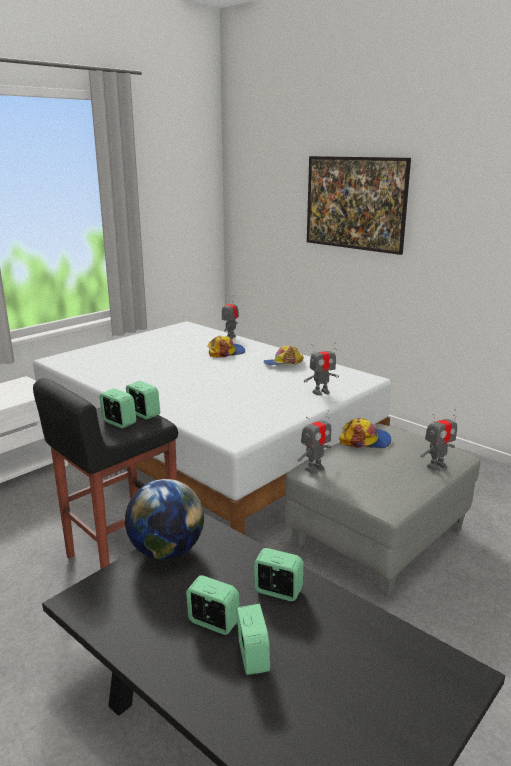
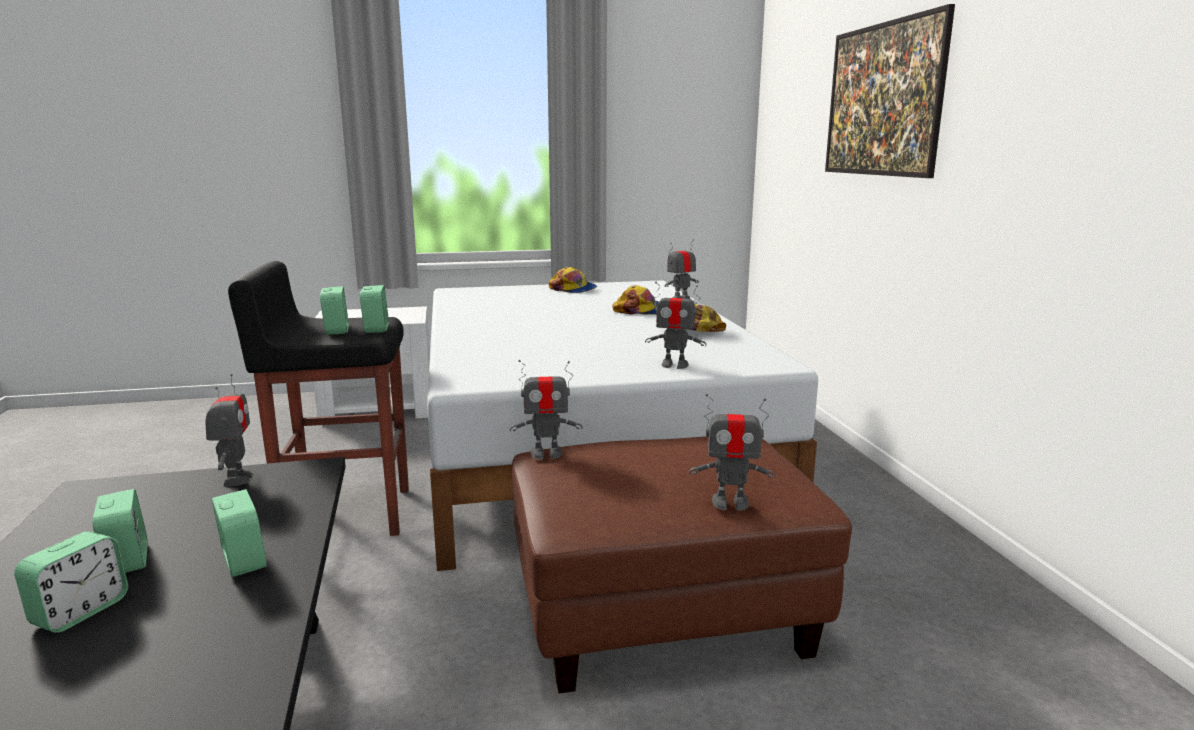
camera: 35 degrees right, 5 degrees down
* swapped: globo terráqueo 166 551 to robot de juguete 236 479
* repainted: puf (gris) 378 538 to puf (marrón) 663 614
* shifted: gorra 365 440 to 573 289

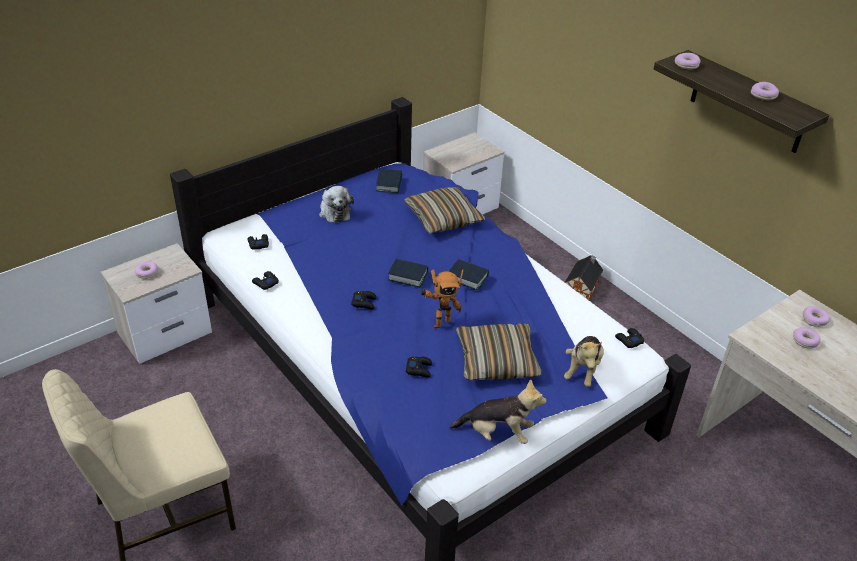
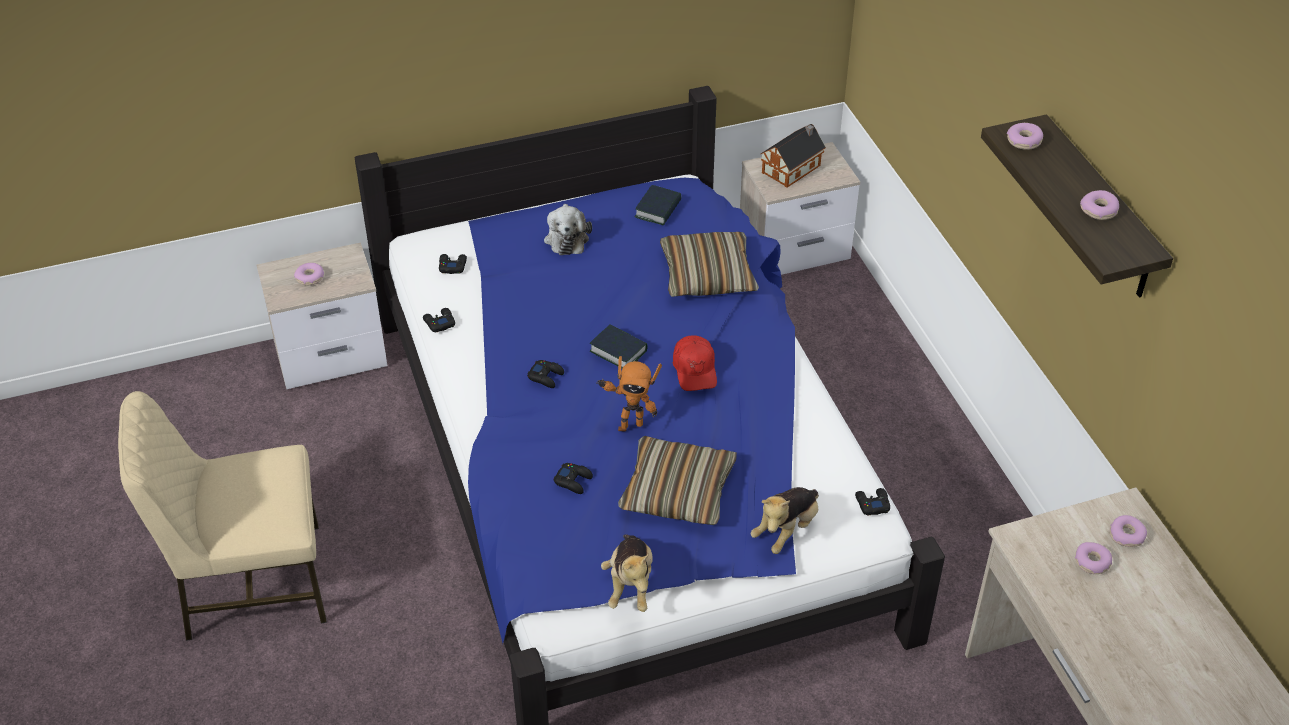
camera: 20 degrees right, 5 degrees up
* rotated: peluche 497 433 = 630 585 60 degrees clockwise
* swapped: libro 467 277 to gorra (rojo) 695 370
* shifted: casita 582 288 to 793 168

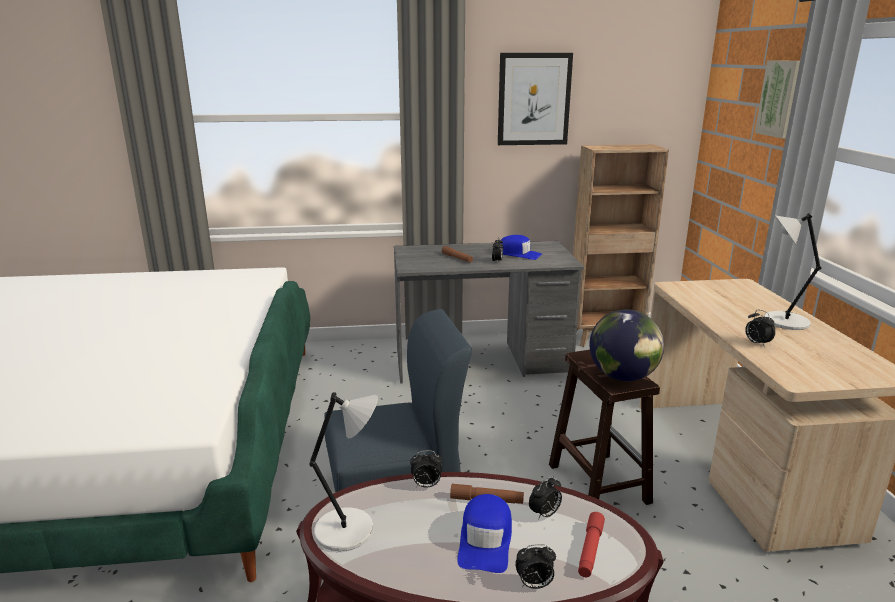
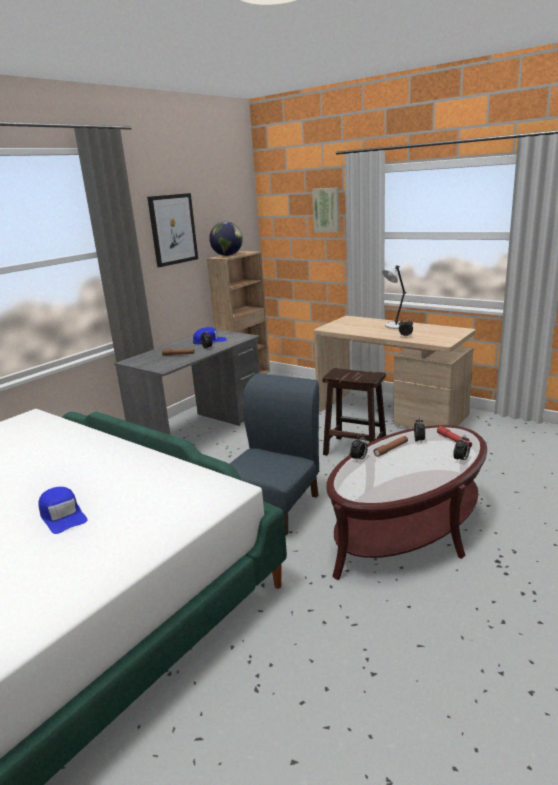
camera: 45 degrees left, 0 degrees up
* shifted: gorra (azul) 485 540 to 62 515
* shifted: globo terráqueo 623 377 to 227 255
* gone: lámpara de mesa (gris) 348 530

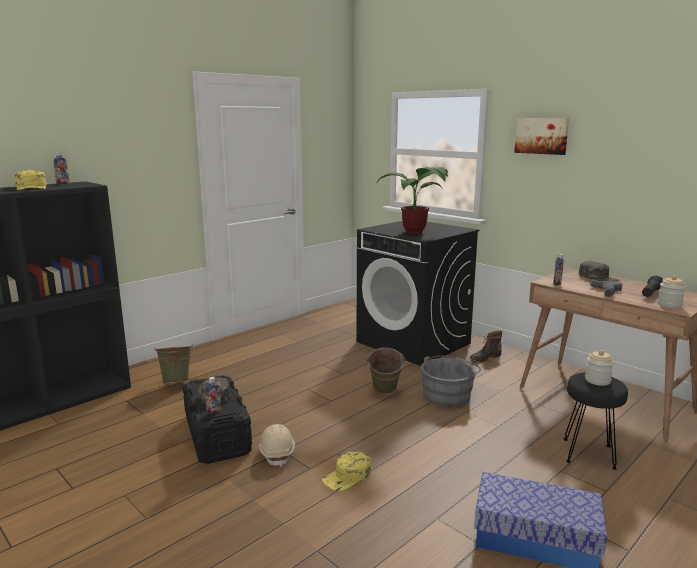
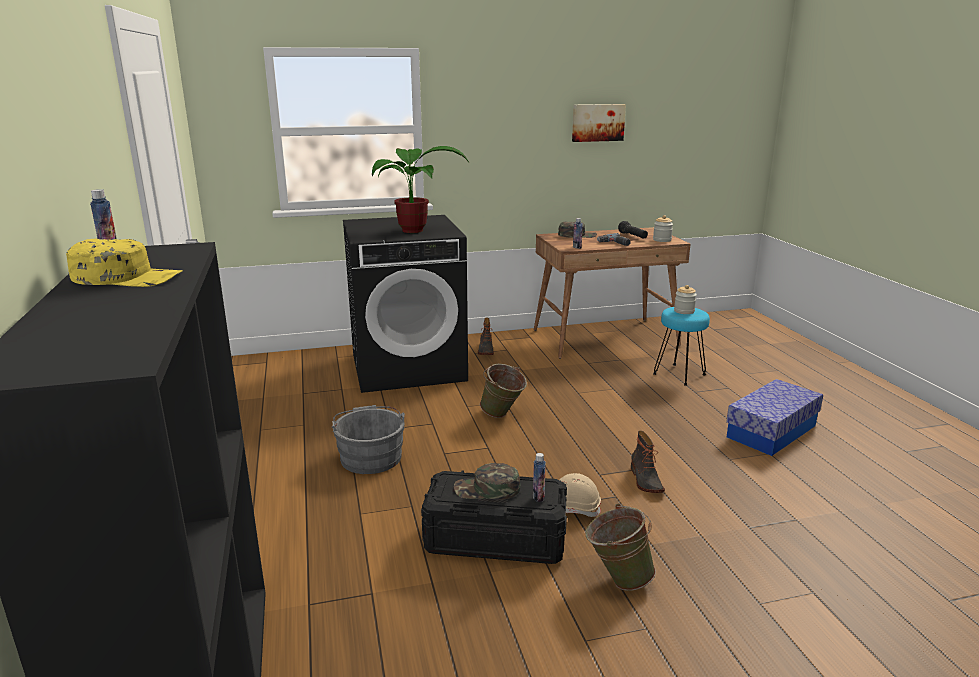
camera: 60 degrees left, 5 degrees up
* shifted: cubo (gris) 448 395 to 370 456
* shifted: cuadro 542 135 to 597 122
* shifted: cubo (verde) 176 382 to 617 579
* swapped: gorra (amarillo) 347 477 to bota 645 480
* repainted: taburete (negro) 587 453 to taburete (turquesa) 679 375

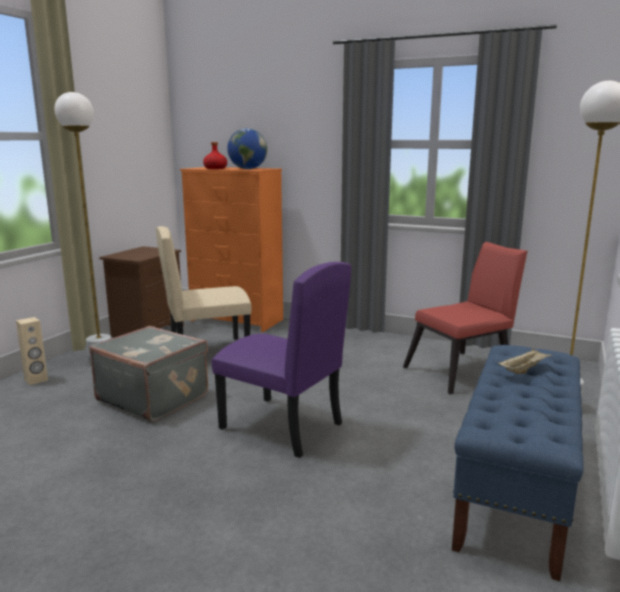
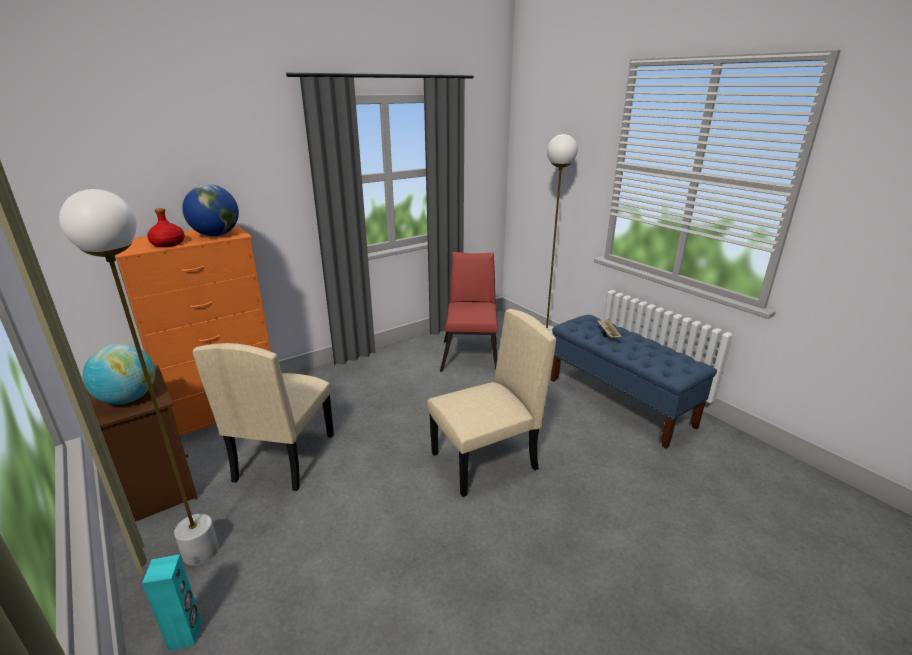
camera: 60 degrees left, 10 degrees up
* new: globo terráqueo 128 399
* repainted: altavoz (beis) 36 380 to altavoz (turquesa) 186 634
* repainted: silla (morado) 280 426 to silla (beis) 484 462
* gone: maleta (gris) 154 397

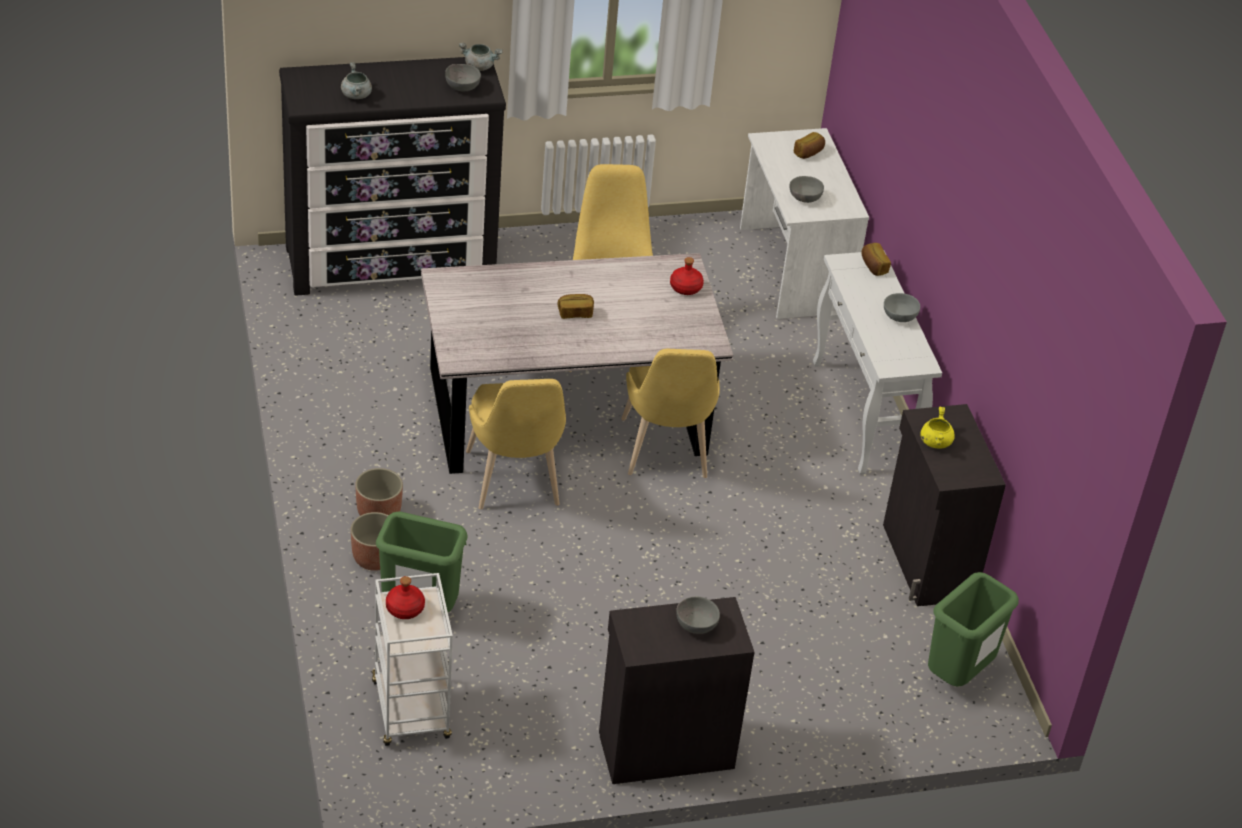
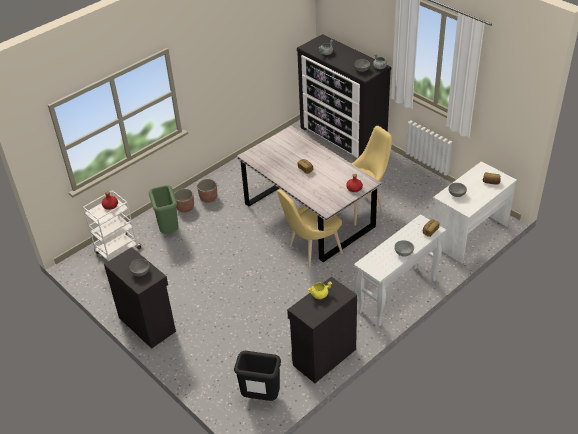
camera: 65 degrees right, 0 degrees up
* repainted: papelera (verde) 958 676 to papelera (negro) 260 397
* gone: silla (amarillo) 515 484

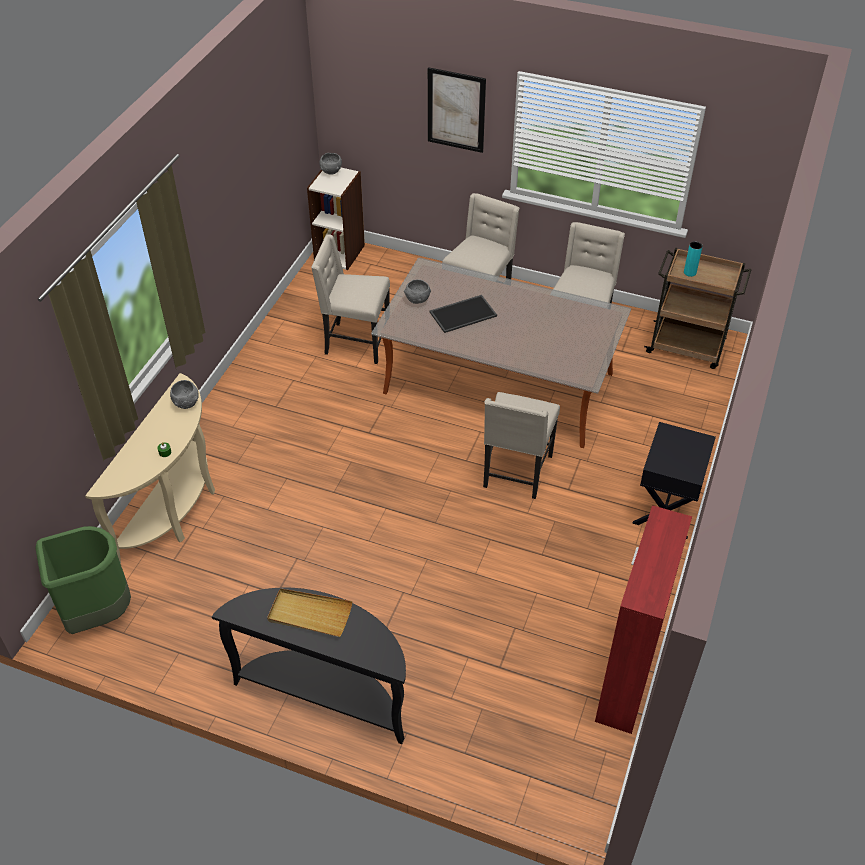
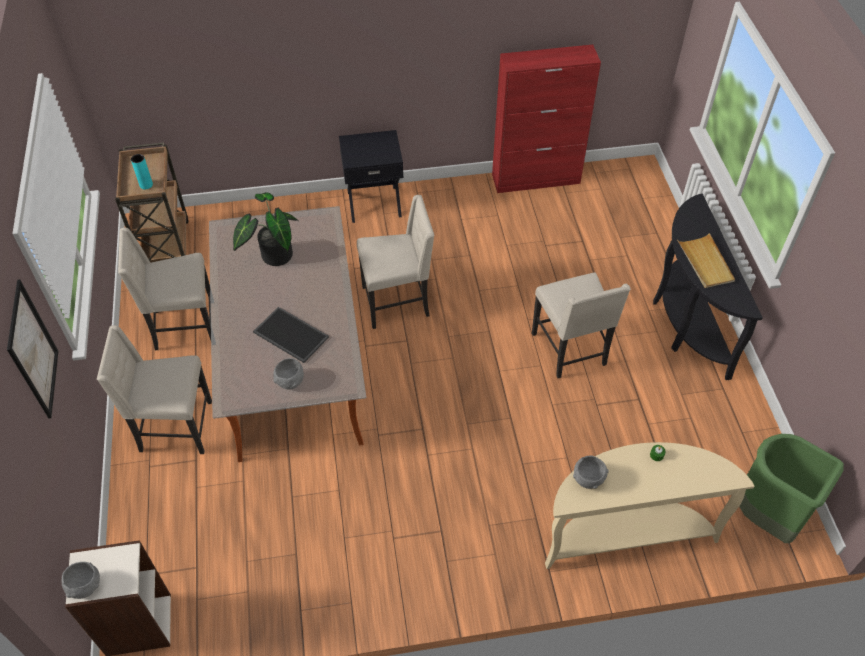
camera: 120 degrees left, 5 degrees up
* new: planta en maceta 273 255
* shifted: silla (beis) 355 342 to 571 350

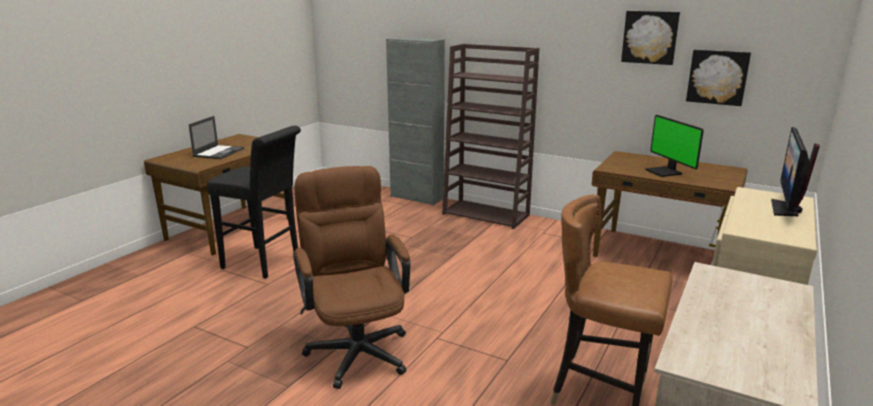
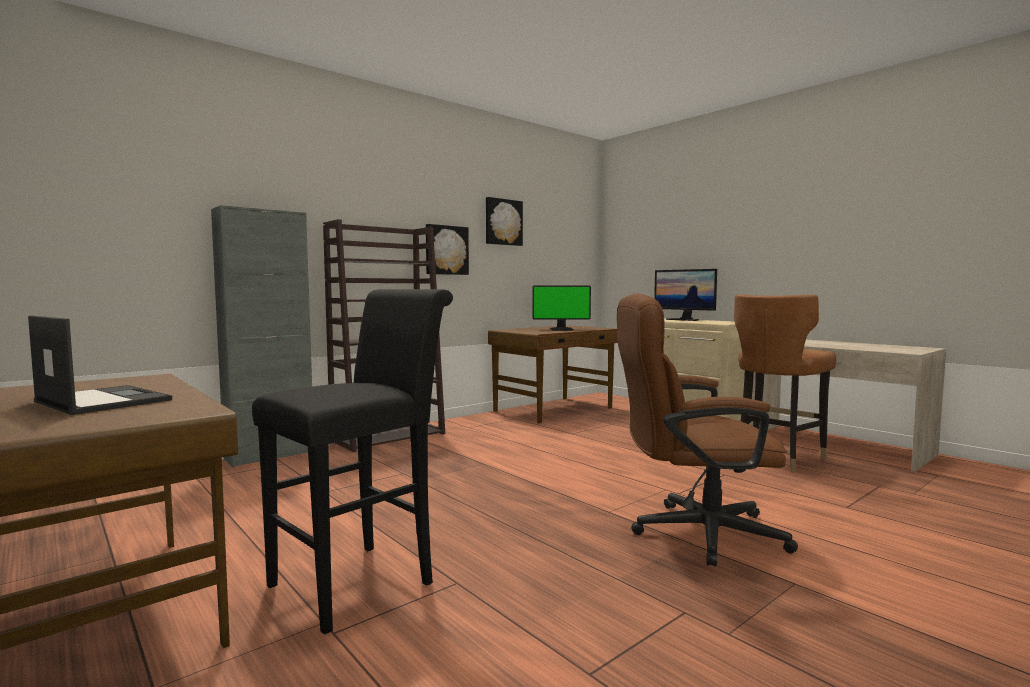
camera: 70 degrees left, 15 degrees down
* shifted: cuadro 717 77 to 446 250

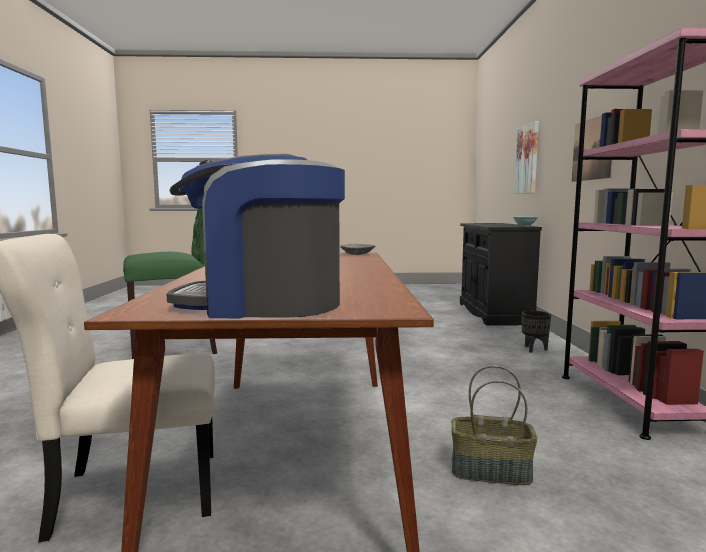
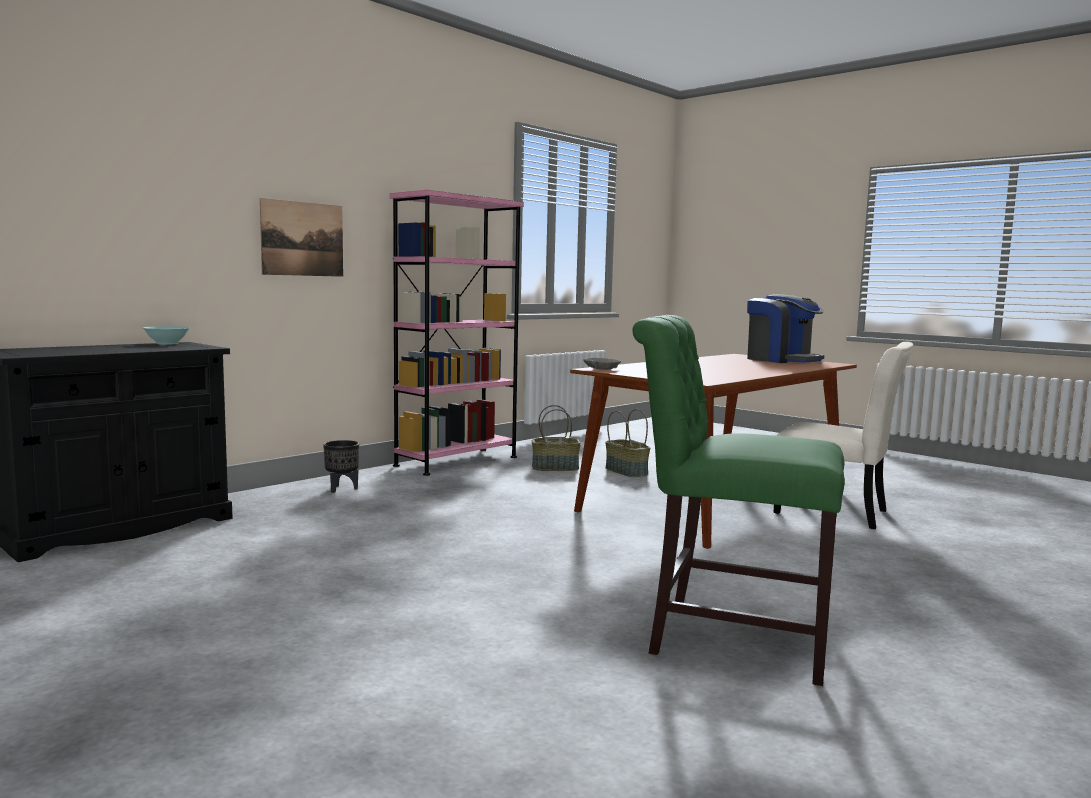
camera: 135 degrees left, 0 degrees up
* new: cesta 555 467
* gone: cuadro 527 159

